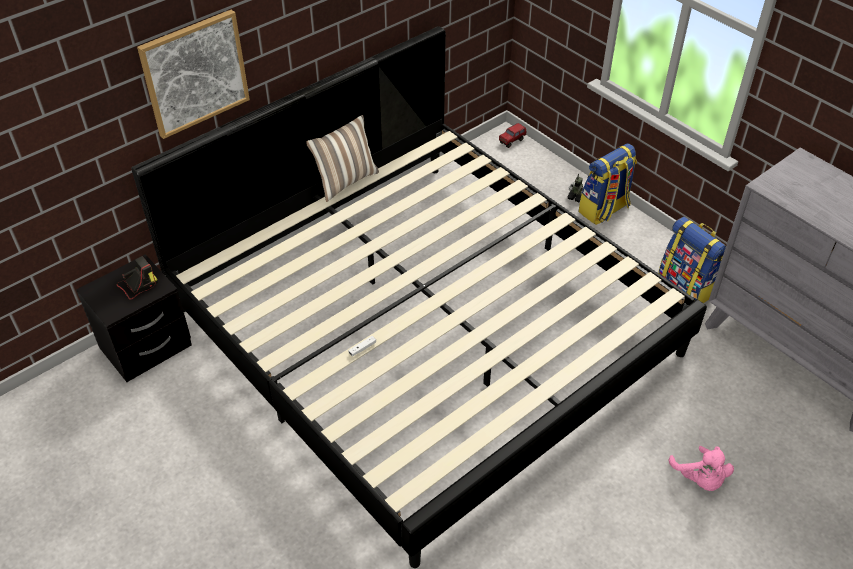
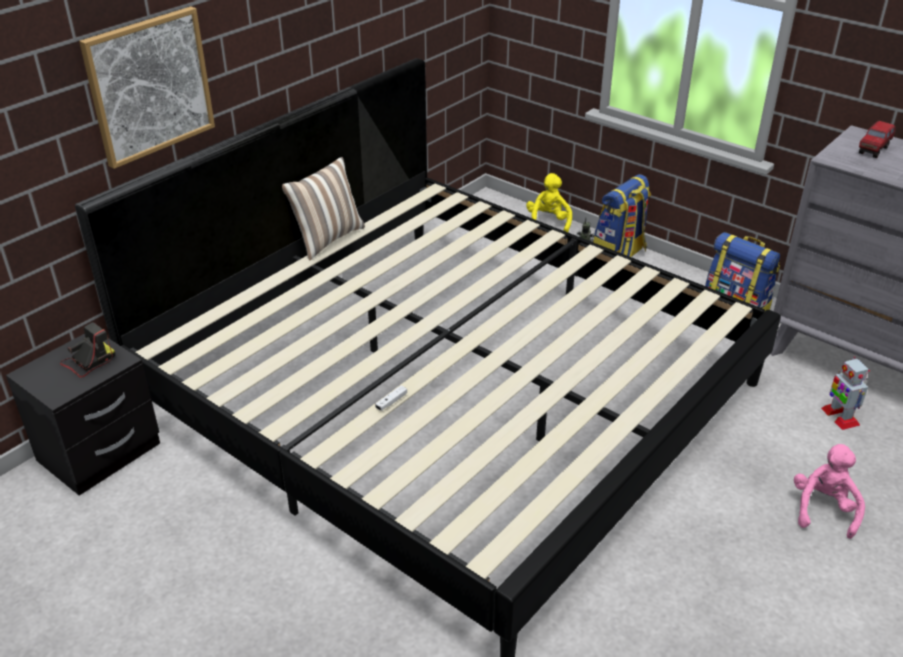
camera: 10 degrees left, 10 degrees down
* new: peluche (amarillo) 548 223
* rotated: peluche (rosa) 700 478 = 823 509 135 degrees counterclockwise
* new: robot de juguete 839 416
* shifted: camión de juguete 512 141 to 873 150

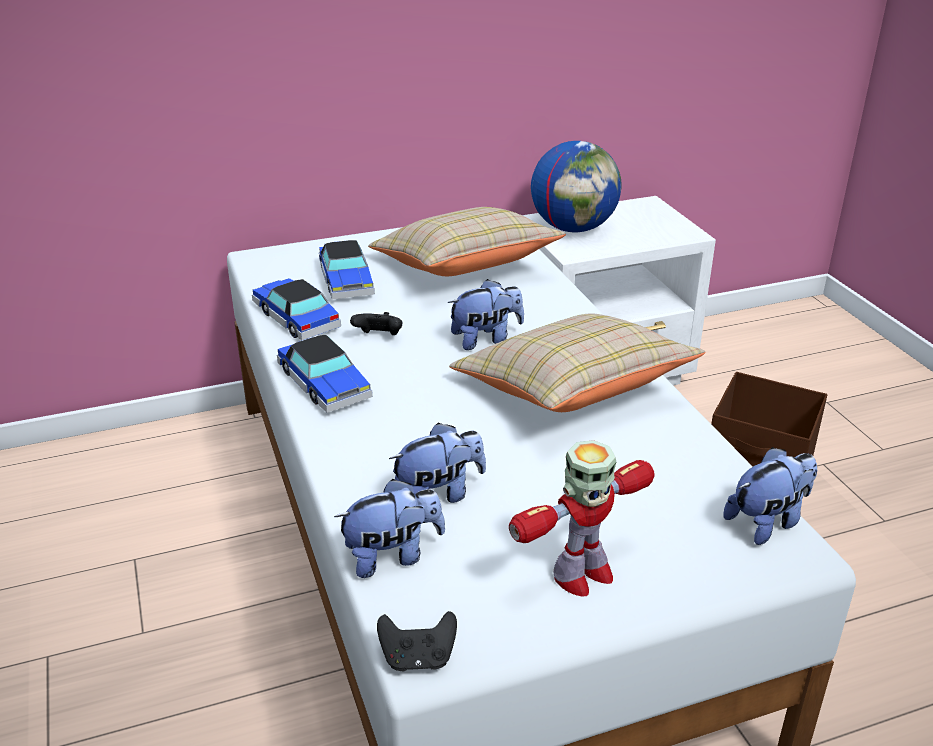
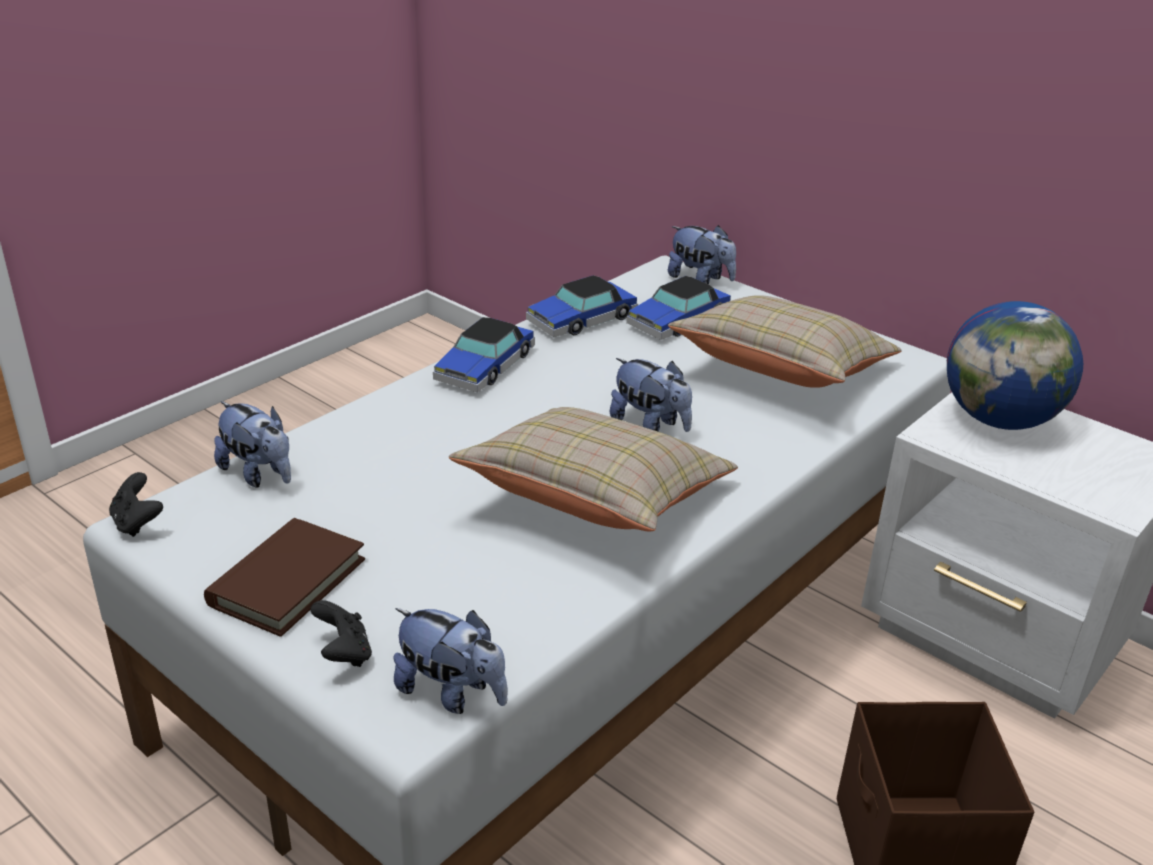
camera: 60 degrees right, 0 degrees up
* swapped: robot de juguete 581 575 to libro (marrón) 287 582
* shifted: mando de consola (negro) 379 337 to 344 653
* rotated: coche de juguete 296 318 = 582 320 150 degrees counterclockwise
* shifted: peluche 439 495 to 700 279

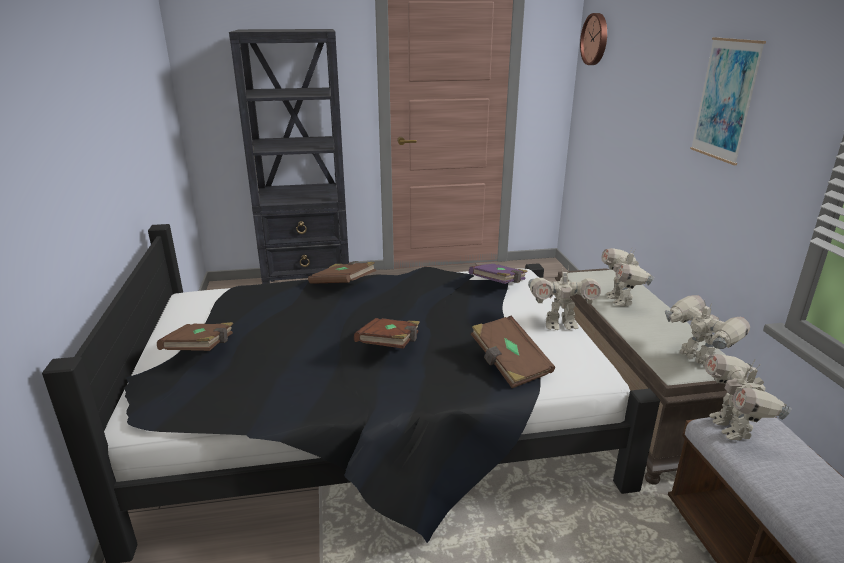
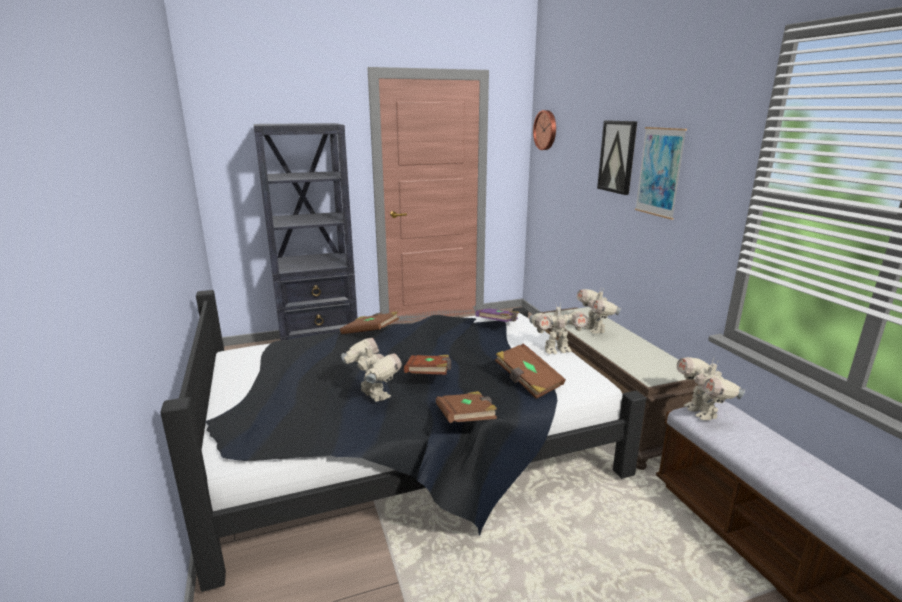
camera: 10 degrees left, 5 degrees down
* shifted: robot de juguete 696 360 to 373 396
* shifted: libro (marrón) 202 350 to 466 420
* new: cuadro 617 157

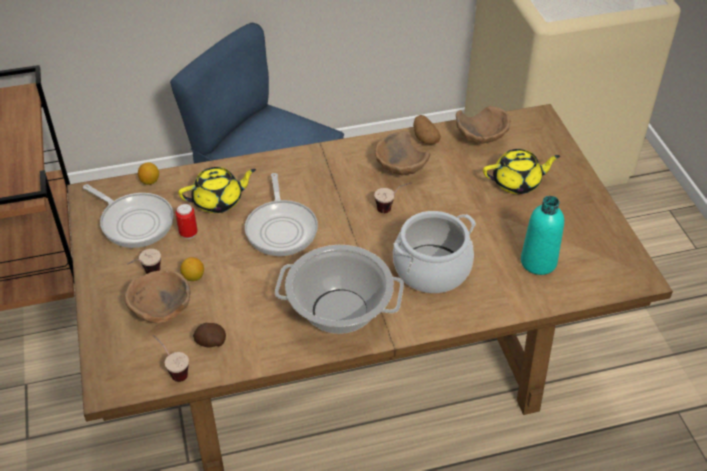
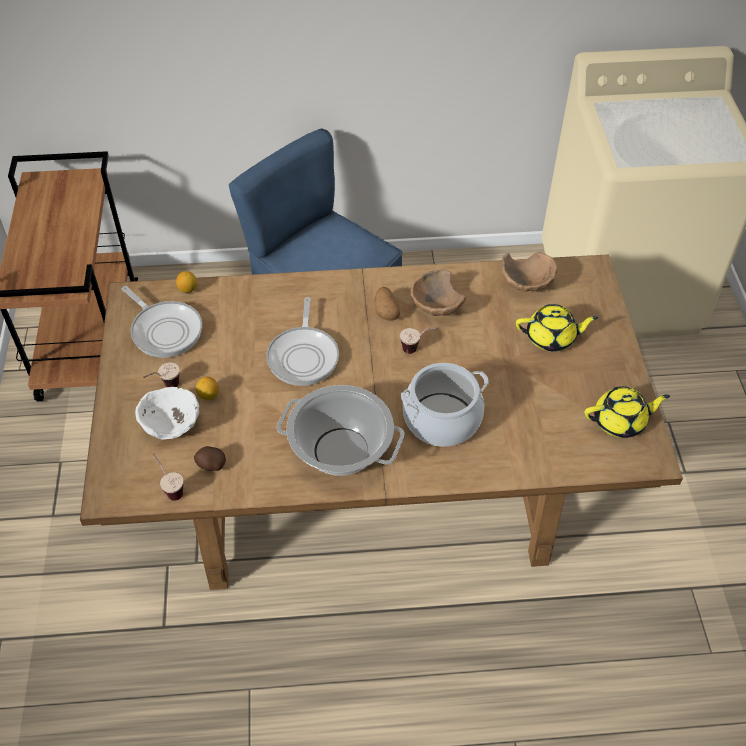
camera: 10 degrees right, 5 degrees up
* repainted: cuenco (marrón) 162 309 to cuenco (blanco) 172 424
* shifted: patata 424 138 to 386 311
* shifted: tetera (amarillo) 219 201 to 620 421
* gone: lata 188 233
* gone: botella (turquesa) 538 262

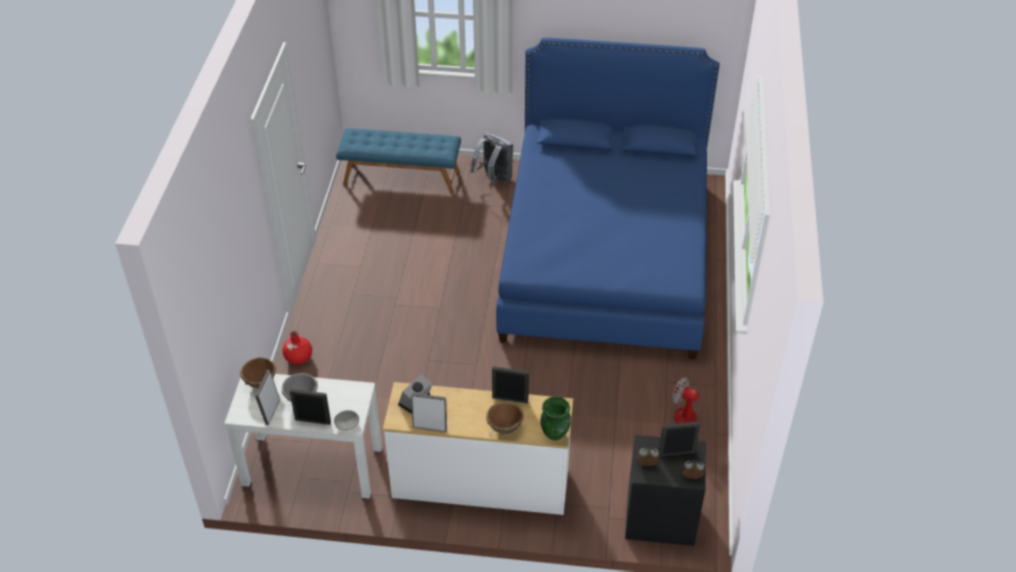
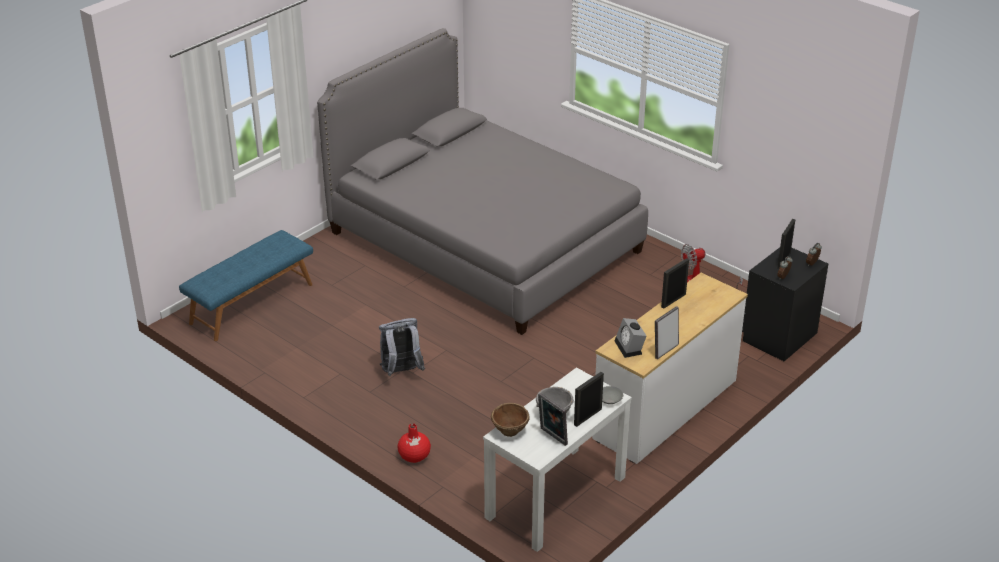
camera: 55 degrees left, 10 degrees down
* repainted: cama (azul) 604 255 to cama (gris) 483 242
* shifted: mochila (gris) 494 179 to 401 372
* gone: cuenco (marrón) 504 427
* gone: florero (verde) 555 433

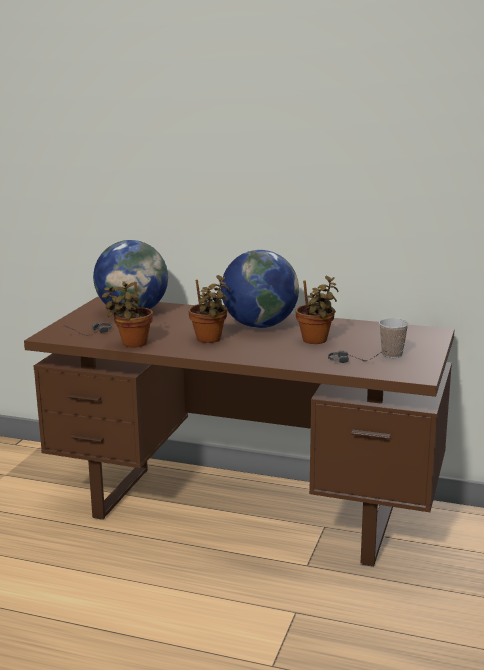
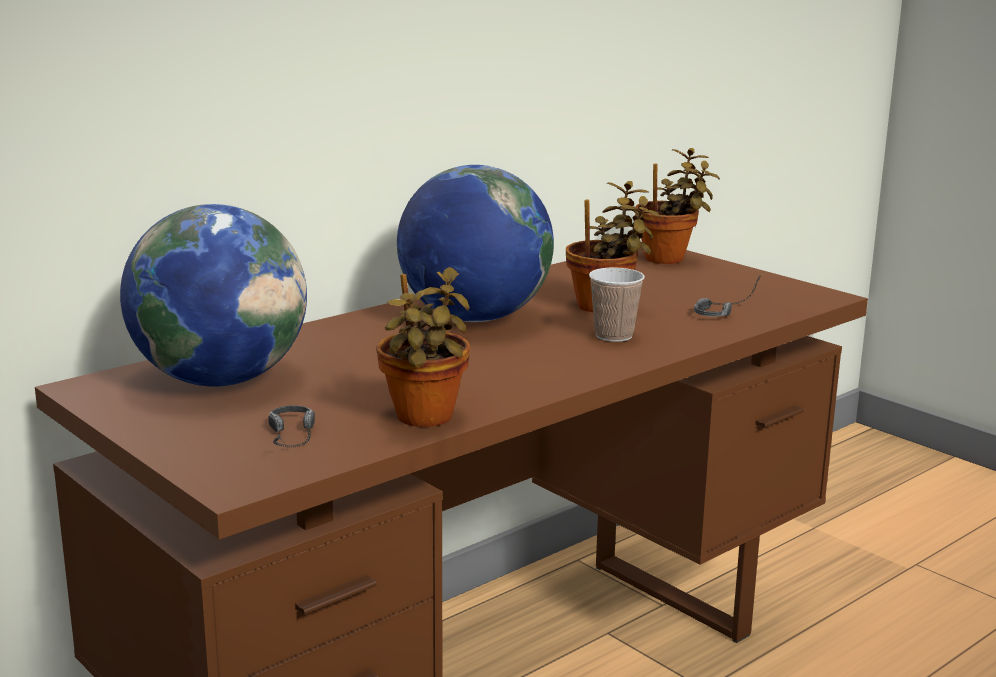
camera: 60 degrees left, 0 degrees up
* shifted: taza 392 354 to 614 336
* shifted: planta en maceta 209 340 to 669 259

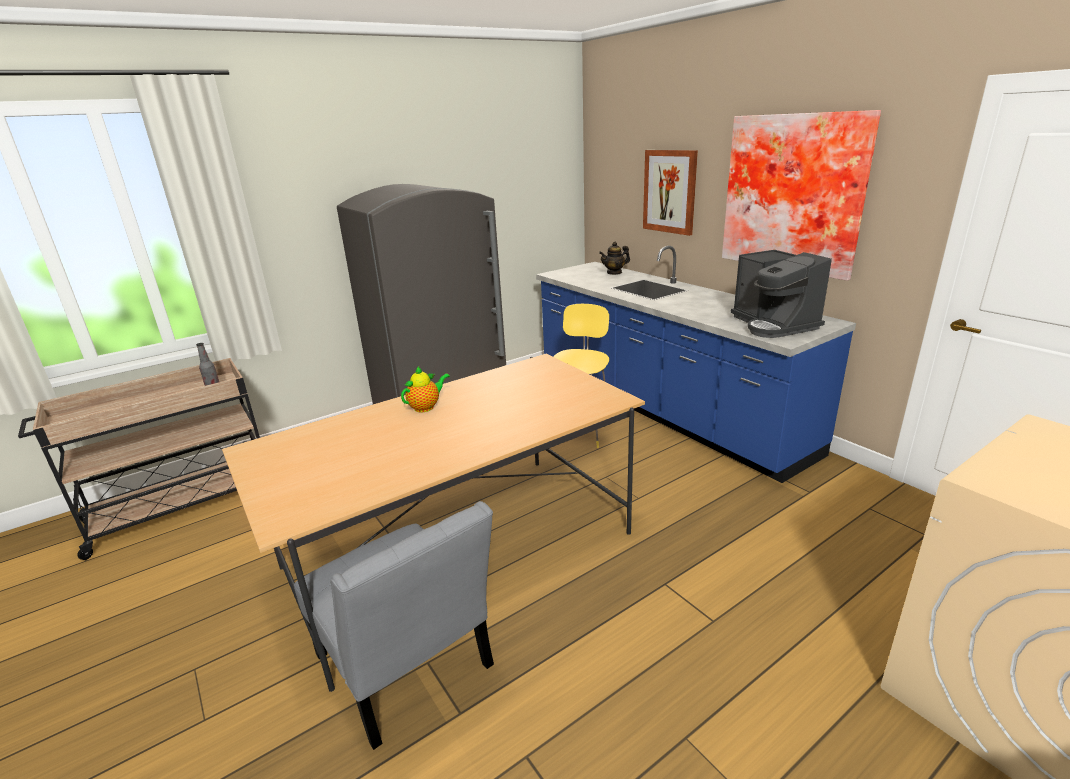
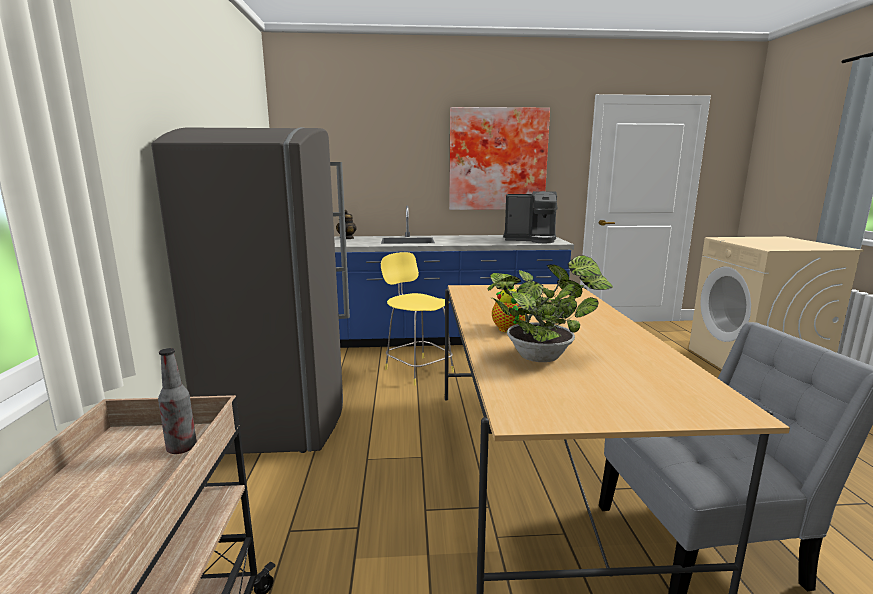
camera: 60 degrees left, 10 degrees down
* new: planta en maceta 544 357
* gone: cuadro 670 191

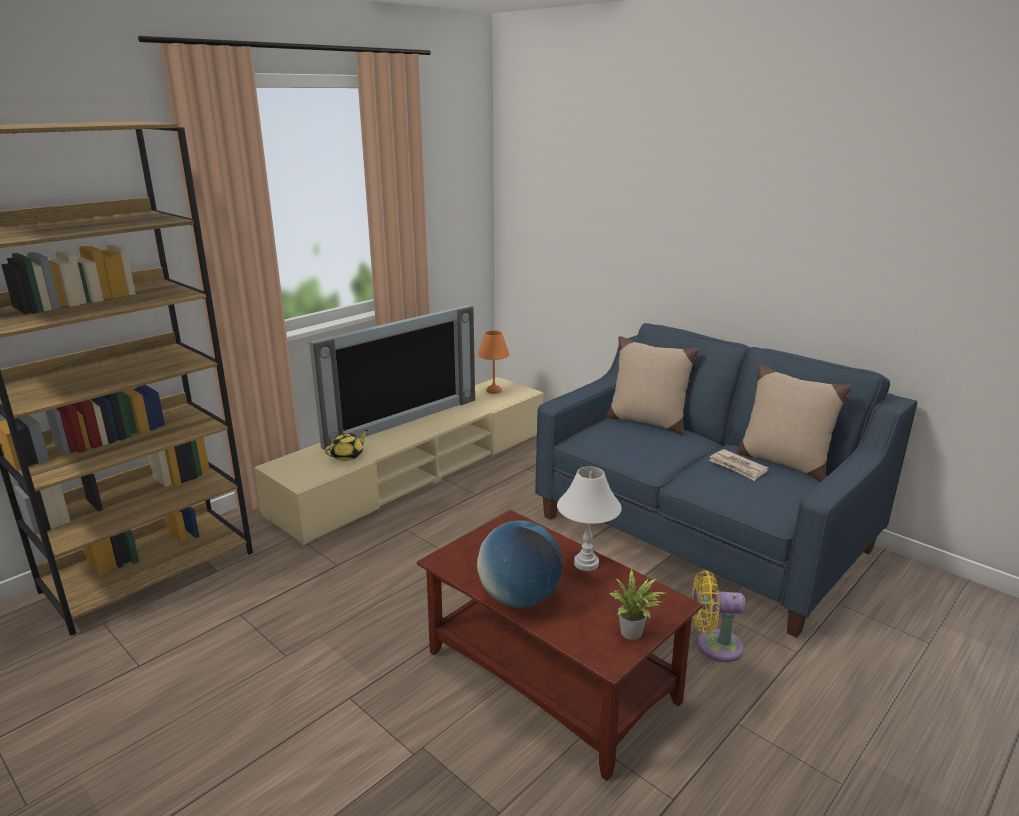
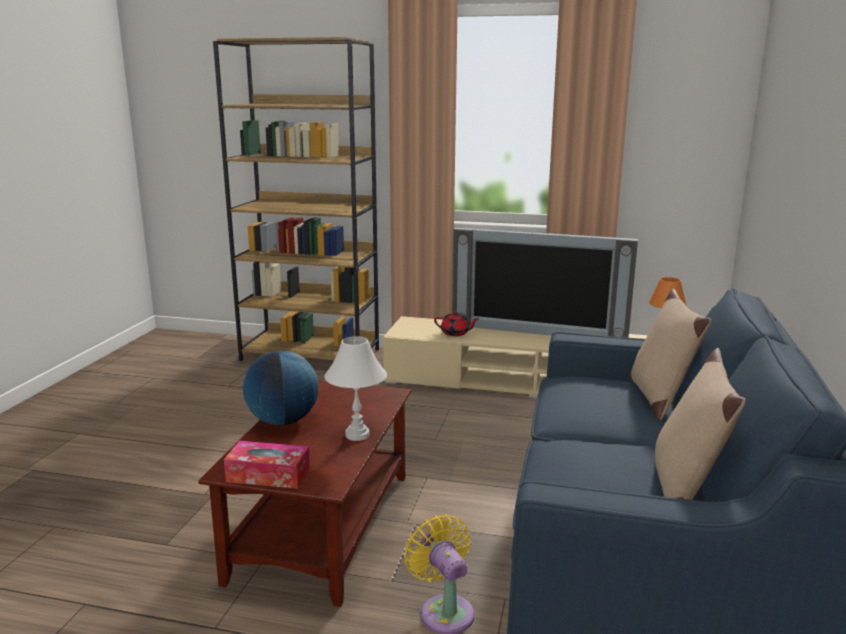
camera: 60 degrees right, 5 degrees down
* swapped: planta en maceta 633 634 to caja de pañuelos 268 475
* repainted: tetera (amarillo) 348 455 to tetera (rojo) 455 333
* gone: periódico 737 467

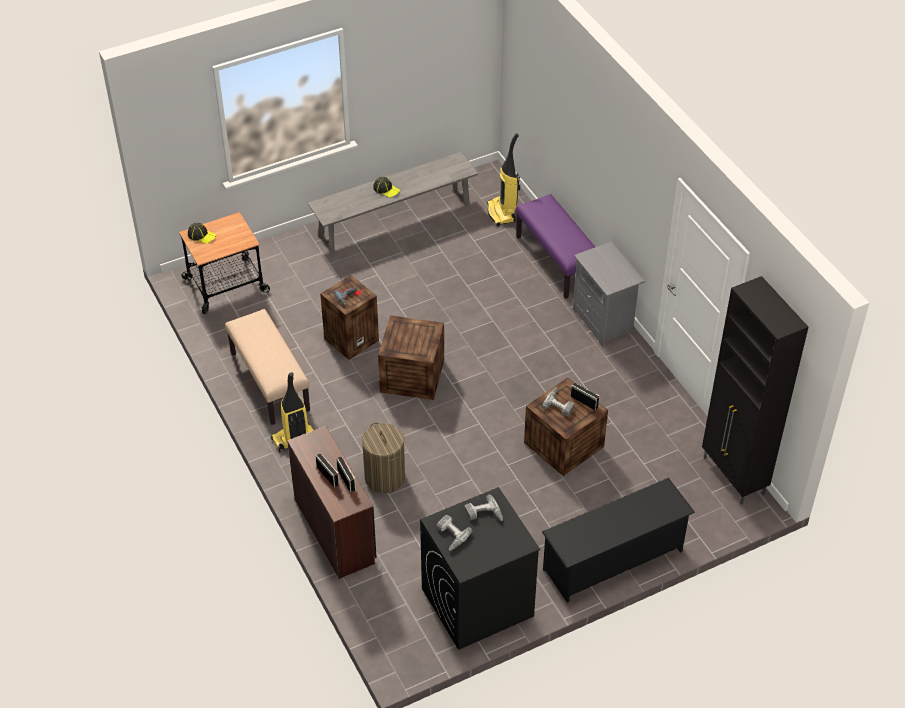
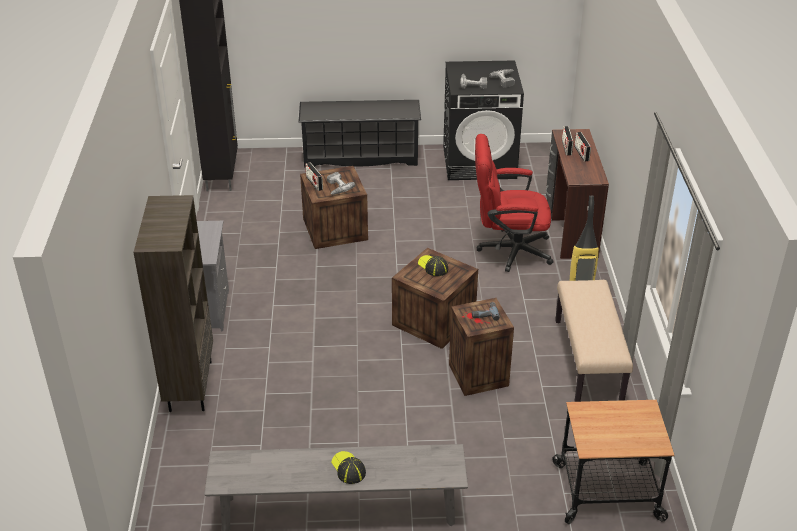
camera: 155 degrees left, 10 degrees down
* swapped: banco (morado) 557 261 to estantería (marrón) 189 385
* shifted: gorra 201 235 to 433 267
* swapped: cesto de la ropa 385 477 to silla de oficina (rojo) 508 250
* gone: aspiradora 502 213

